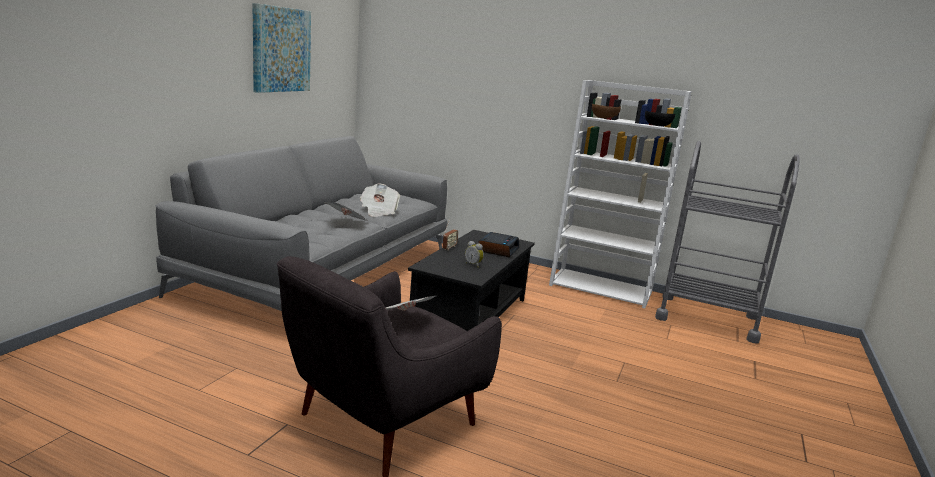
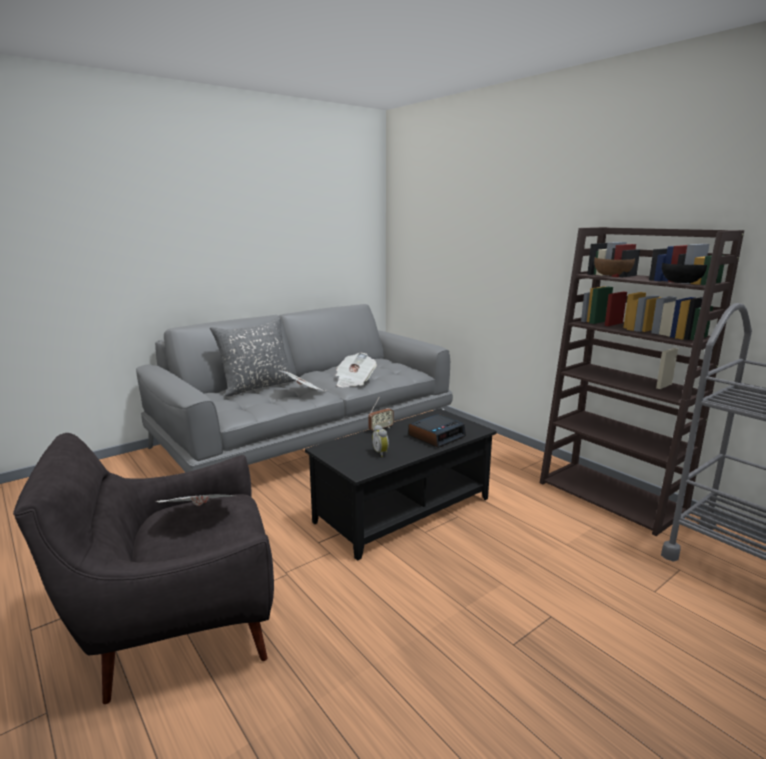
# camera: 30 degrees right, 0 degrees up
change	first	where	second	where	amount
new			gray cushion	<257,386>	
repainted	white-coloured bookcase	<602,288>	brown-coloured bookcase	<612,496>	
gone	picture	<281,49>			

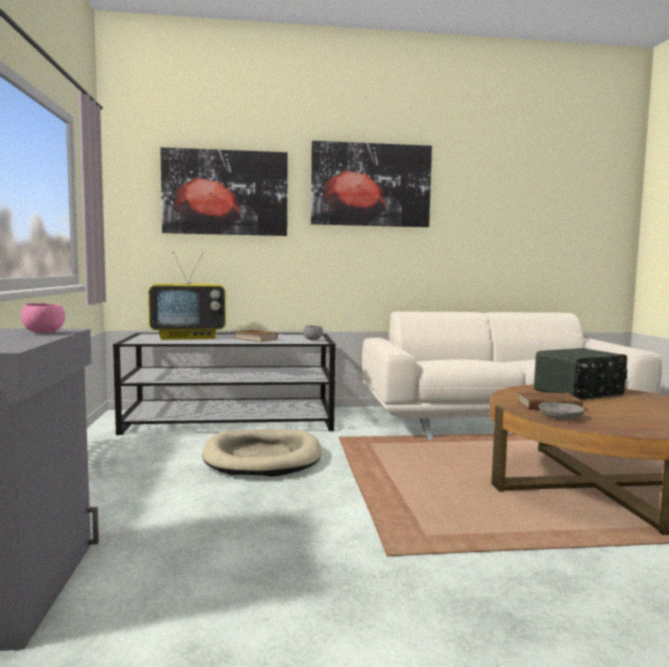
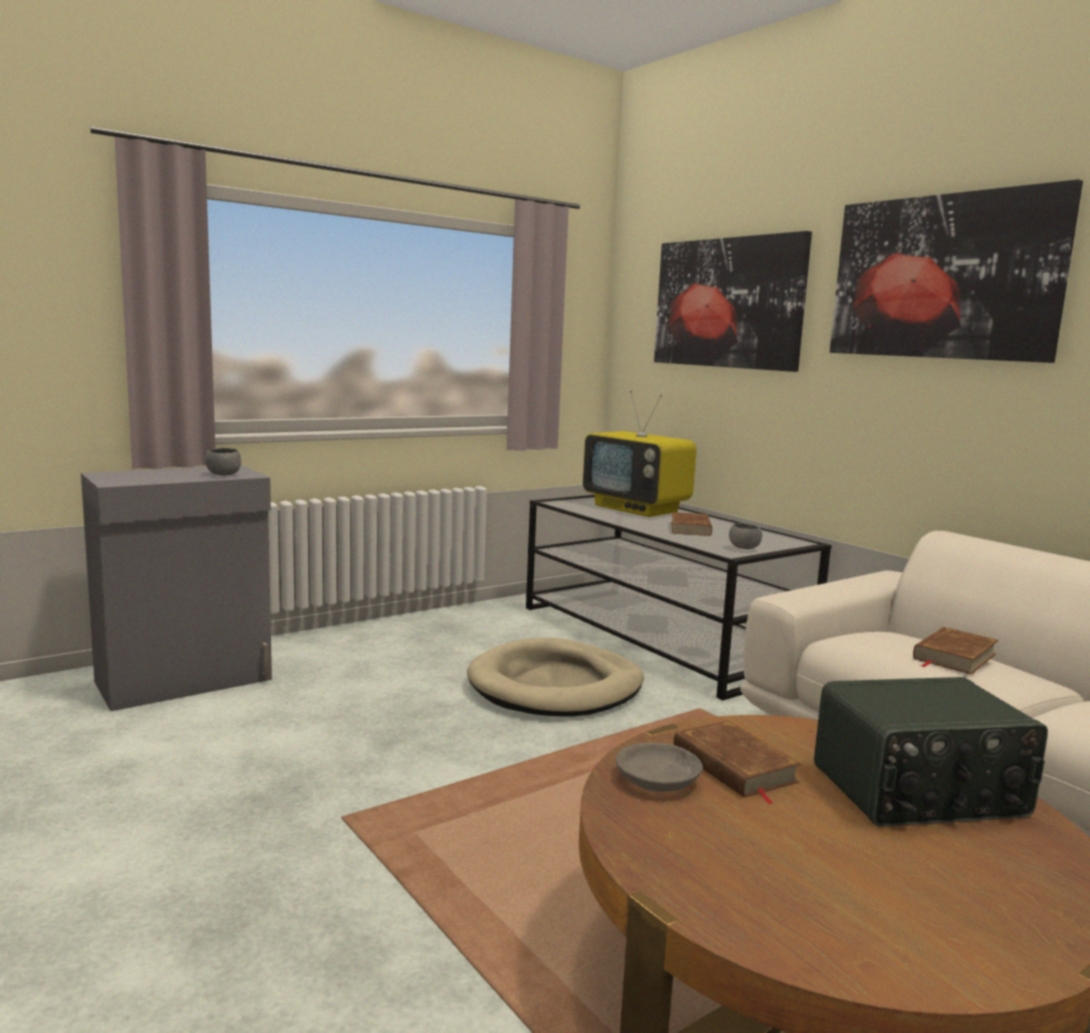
# camera: 60 degrees right, 5 degrees up
change	first	where	second	where	amount
repainted	pinkish bowl	<43,332>	gray bowl	<223,475>	
rotated	radio set	<579,393>		<920,793>	45 degrees counterclockwise
new			brown-coloured volume	<953,656>	

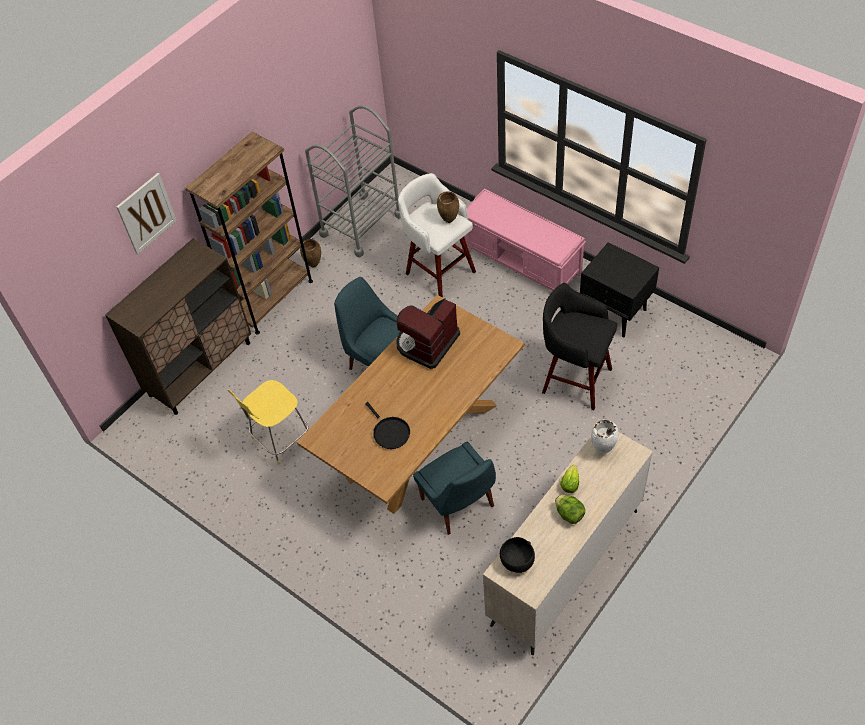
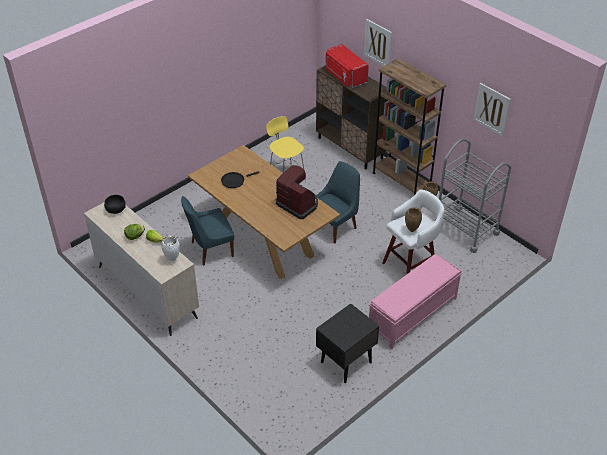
# camera: 95 degrees right, 10 degrees down
change	first	where	second	where	amount
new			red microwave	<345,76>	
new			picture	<492,109>	
gone	black stool seat	<574,380>			

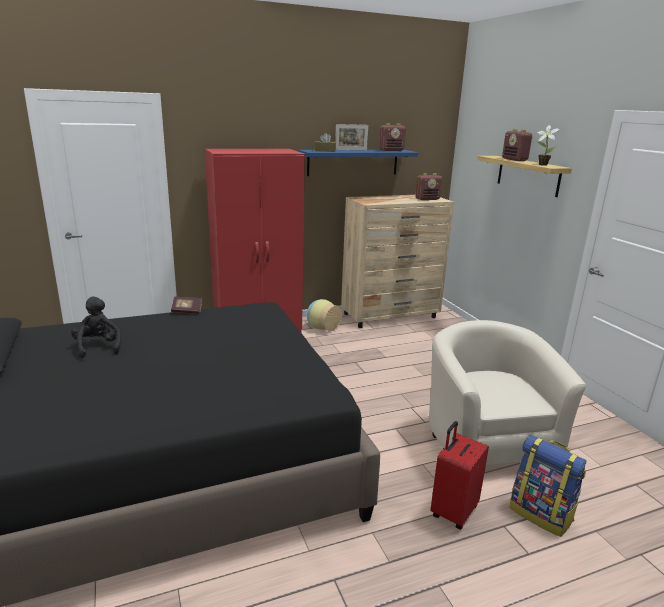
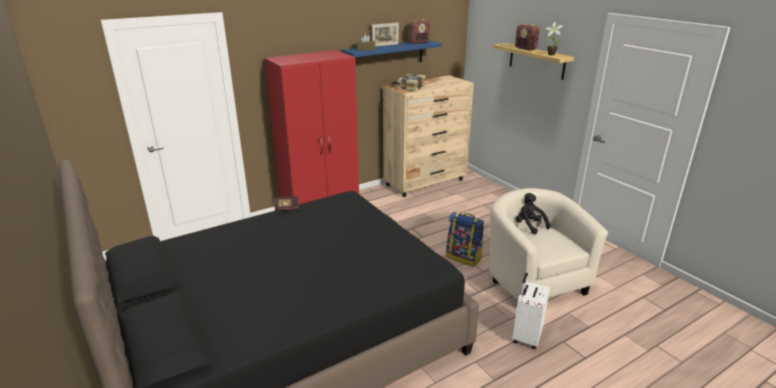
# camera: 10 degrees left, 5 degrees up
change	first	where	second	where	amount
new			volume	<410,87>	
shifted	rucksack	<541,514>		<464,257>	
repainted	red piece of luggage	<453,511>	white-coloured piece of luggage	<526,337>	
shifted	black plush toy	<98,347>		<529,226>	
gone	flower vase	<322,328>			
gone	radio set	<427,199>			

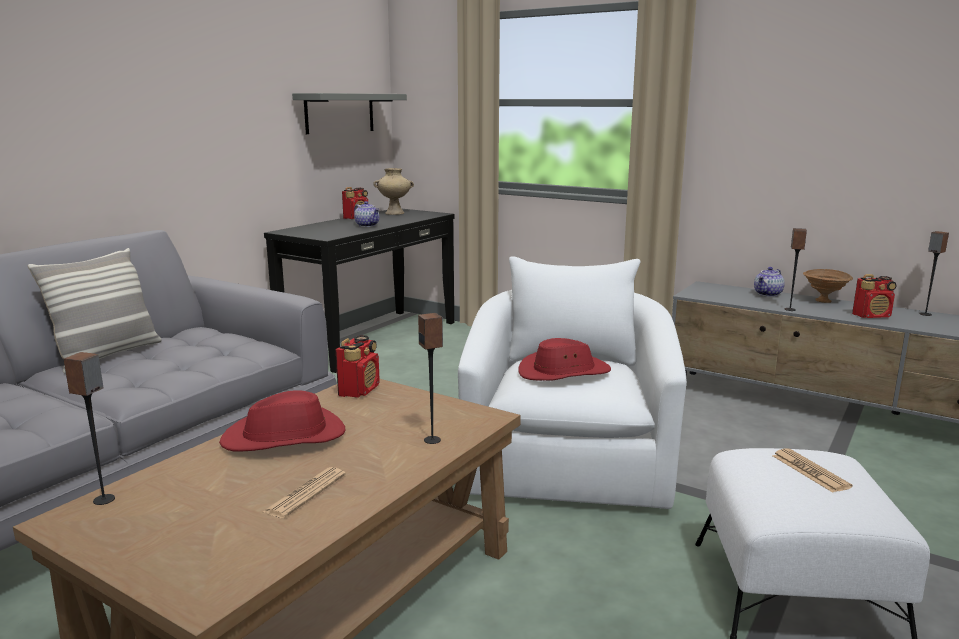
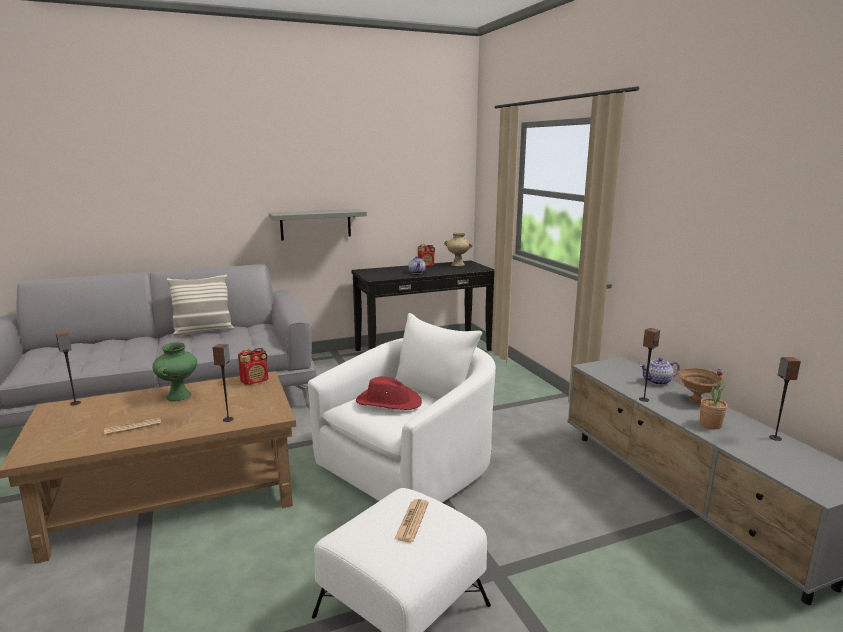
# camera: 35 degrees right, 0 degrees up
change	first	where	second	where	amount
swapped	red hat	<285,437>	green flower vase	<179,396>	
shifted	gray shelf	<339,113>		<316,224>	
swapped	radio set	<872,316>	plant in a pot	<710,425>	

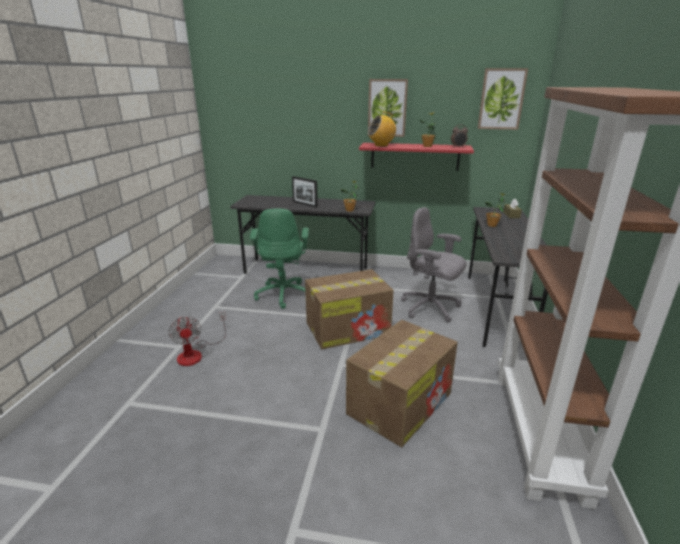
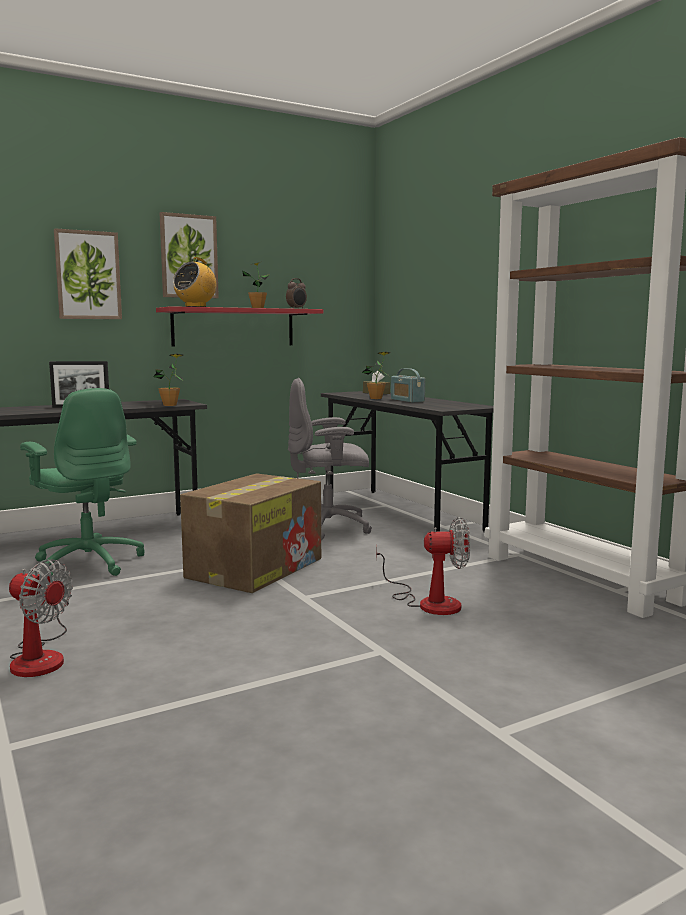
# camera: 40 degrees left, 15 degrees down
change	first	where	second	where	amount
shifted	picture	<501,99>		<88,275>	
swapped	cardboard box	<400,402>	cooling fan	<429,602>	
new			radio set	<407,400>	

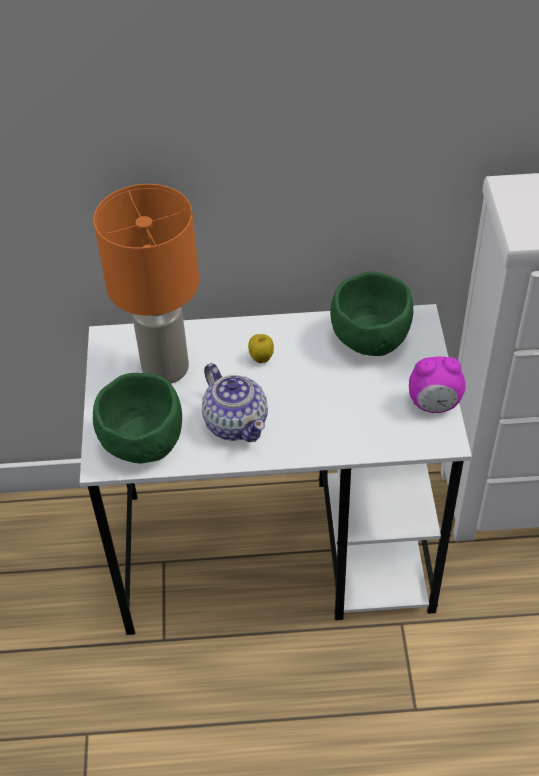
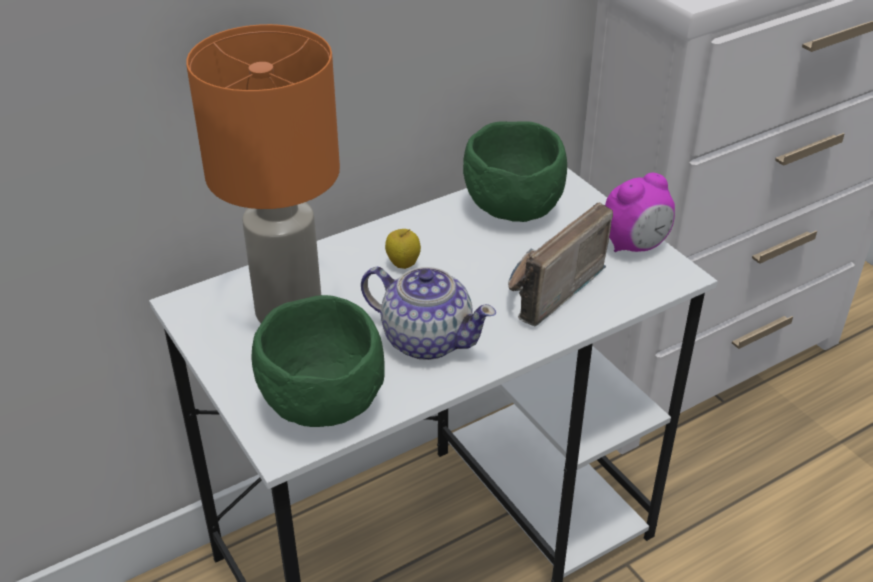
# camera: 30 degrees left, 10 degrees down
change	first	where	second	where	amount
new			radio set	<545,290>	

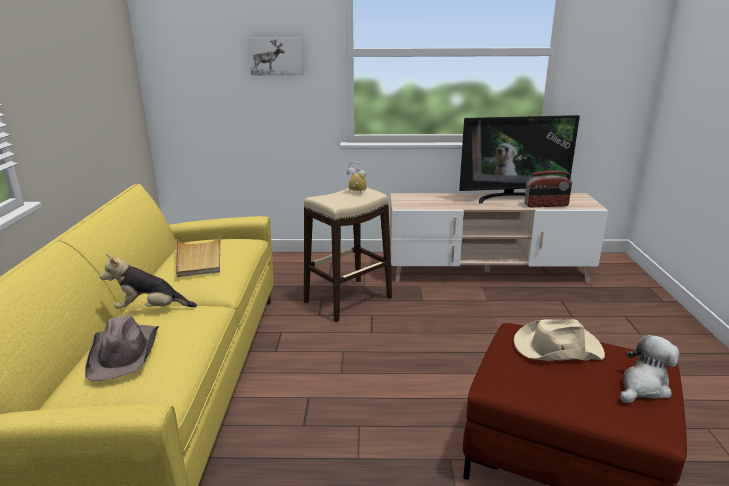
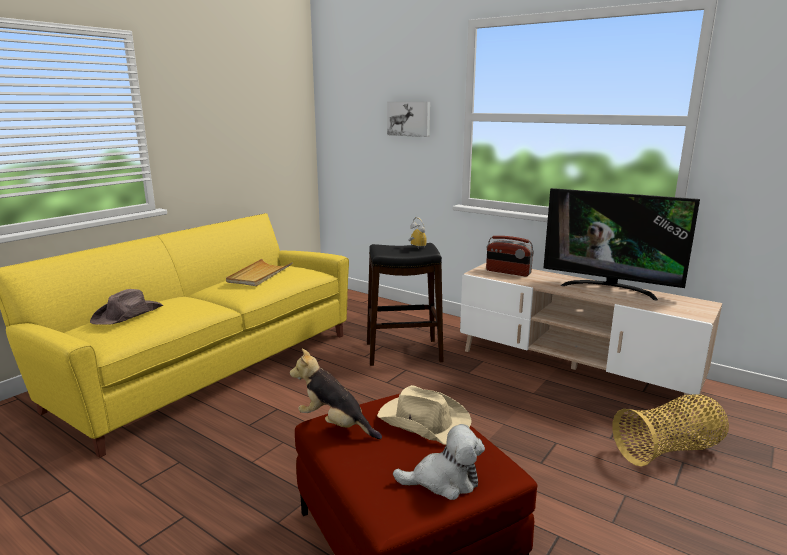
# camera: 35 degrees right, 5 degrees down
change	first	where	second	where	amount
shifted	plush toy	<151,309>		<335,425>	
repainted	beige-coloured stool seat	<348,299>	black stool seat	<404,352>	
shifted	radio set	<546,205>		<508,272>	
new			storage basket	<668,450>	

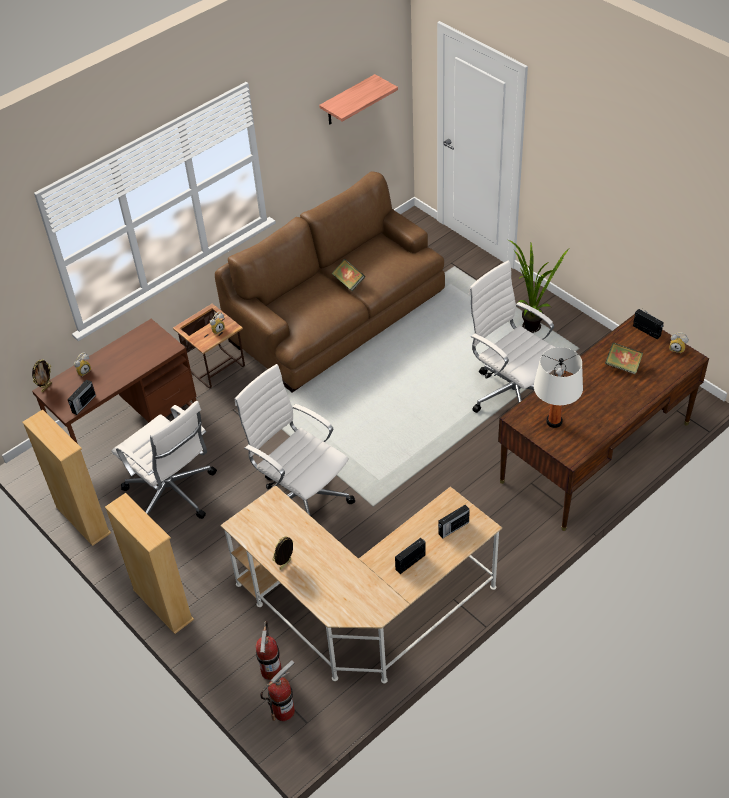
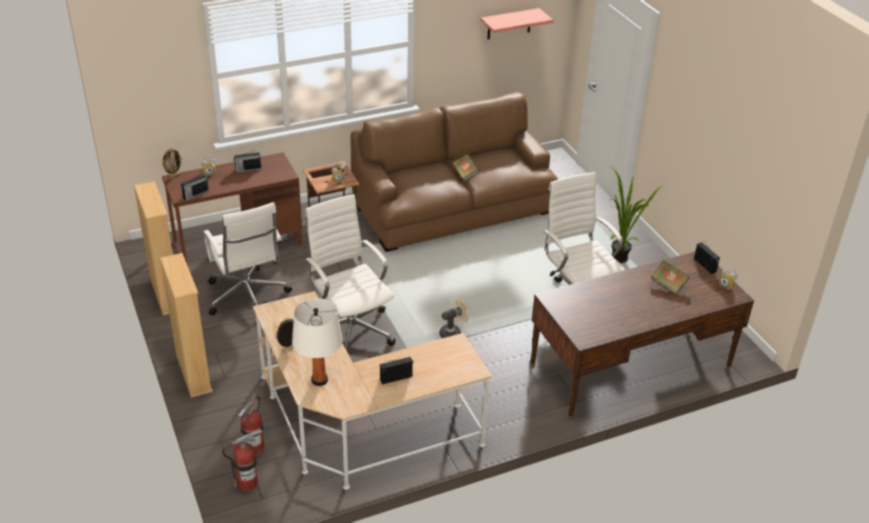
# camera: 15 degrees right, 10 degrees down
change	first	where	second	where	amount
shifted	radio set	<453,528>		<248,169>	
shifted	white-coloured lamp for a table	<554,421>		<319,380>	
new			beige-coloured cooling fan	<453,333>	

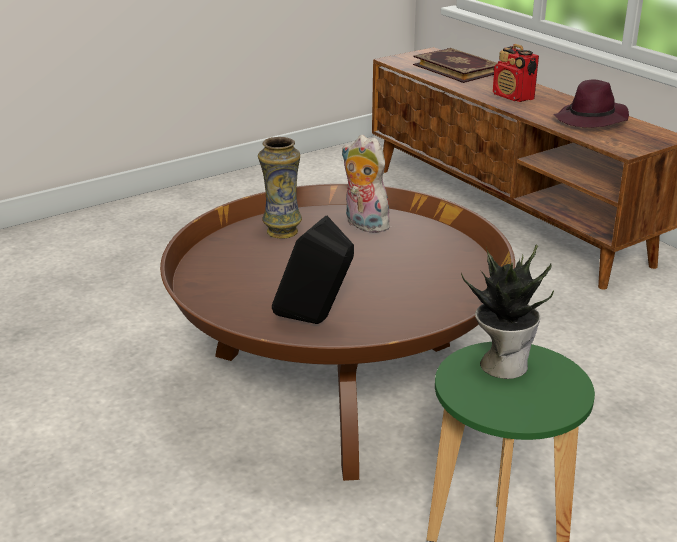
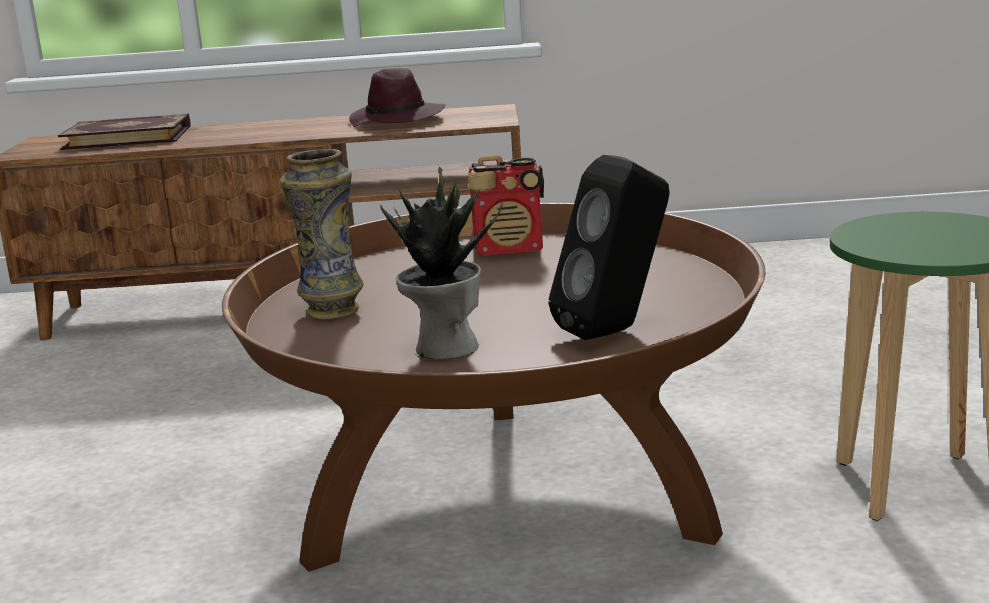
# camera: 55 degrees left, 10 degrees down
change	first	where	second	where	amount
shifted	plant in a pot	<502,364>		<444,347>	
shifted	radio set	<513,97>		<510,249>	
gone	plush toy	<363,225>			

